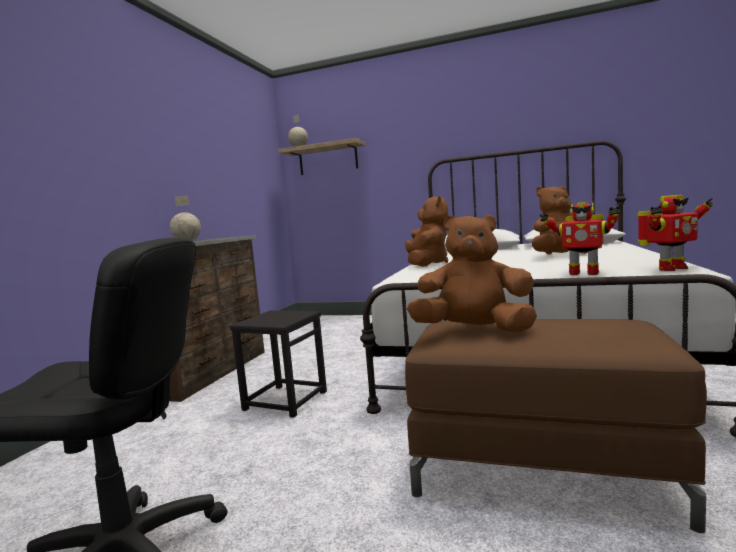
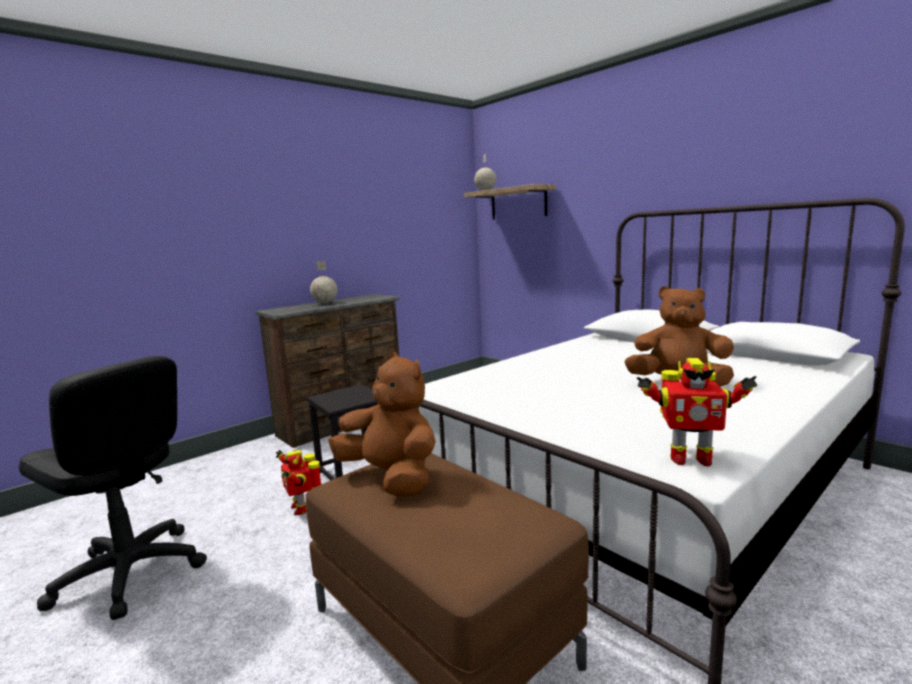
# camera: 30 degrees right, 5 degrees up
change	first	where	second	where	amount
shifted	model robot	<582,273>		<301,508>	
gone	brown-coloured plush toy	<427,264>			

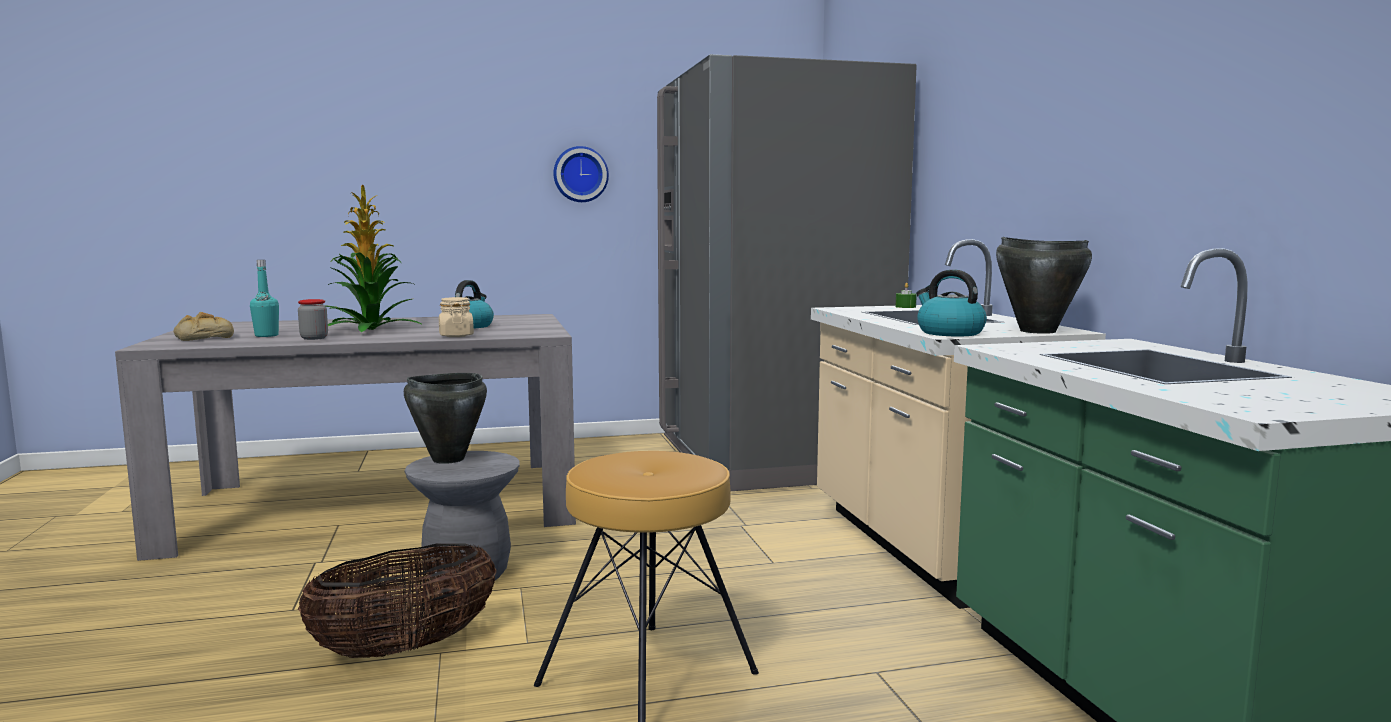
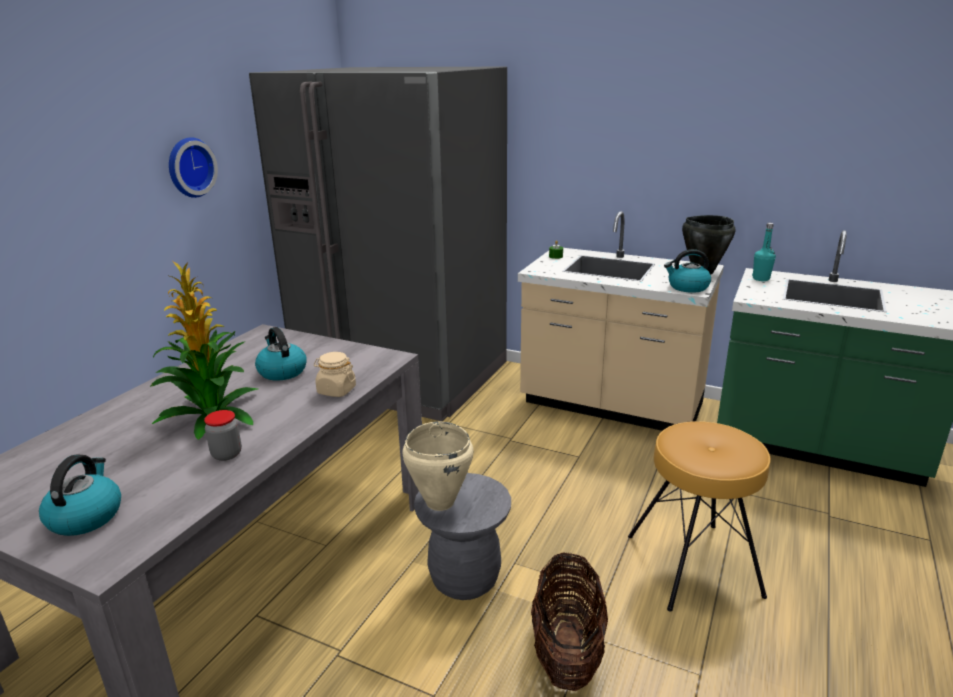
# camera: 50 degrees left, 15 degrees up
change	first	where	second	where	amount
swapped	bread	<204,337>	kettle	<86,516>	
repainted	black cooking pot	<447,459>	beige-coloured cooking pot	<439,502>	
shifted	blue-green beverage bottle	<266,335>		<761,279>	

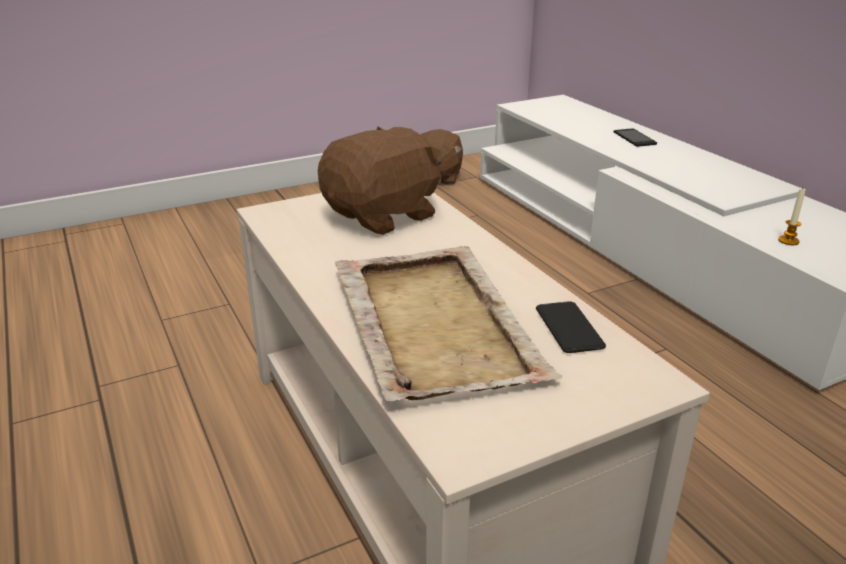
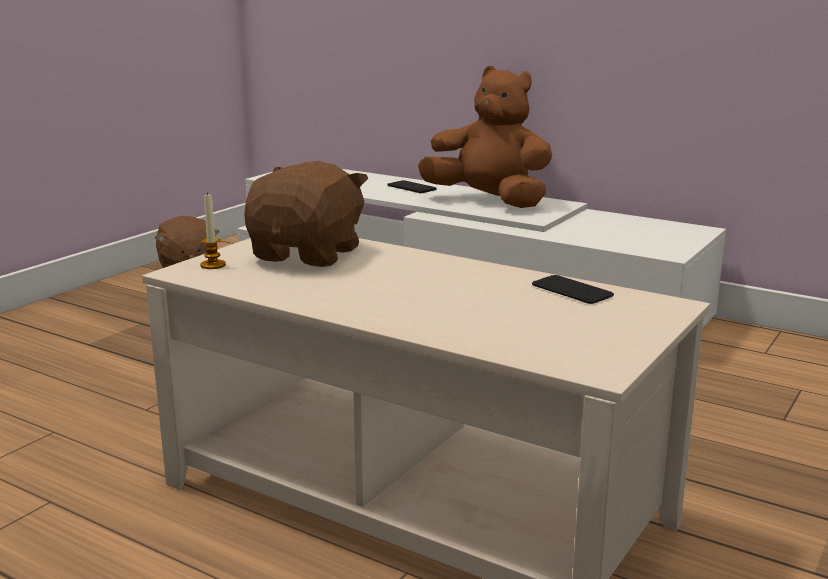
# camera: 30 degrees left, 10 degrees down
change	first	where	second	where	amount
shifted	candle	<788,241>		<213,265>	
new			brown-coloured plush toy	<489,201>	
gone	beige-coloured serving tray	<434,322>			

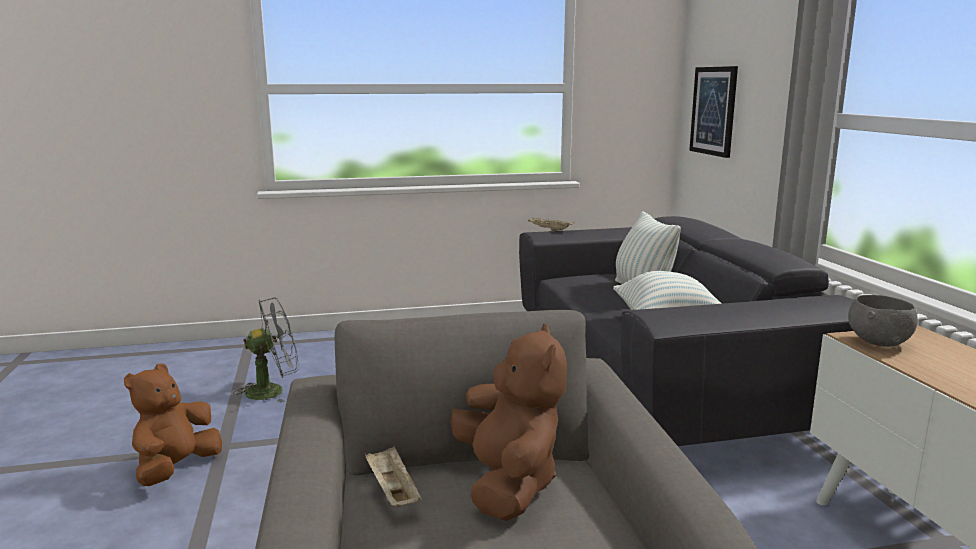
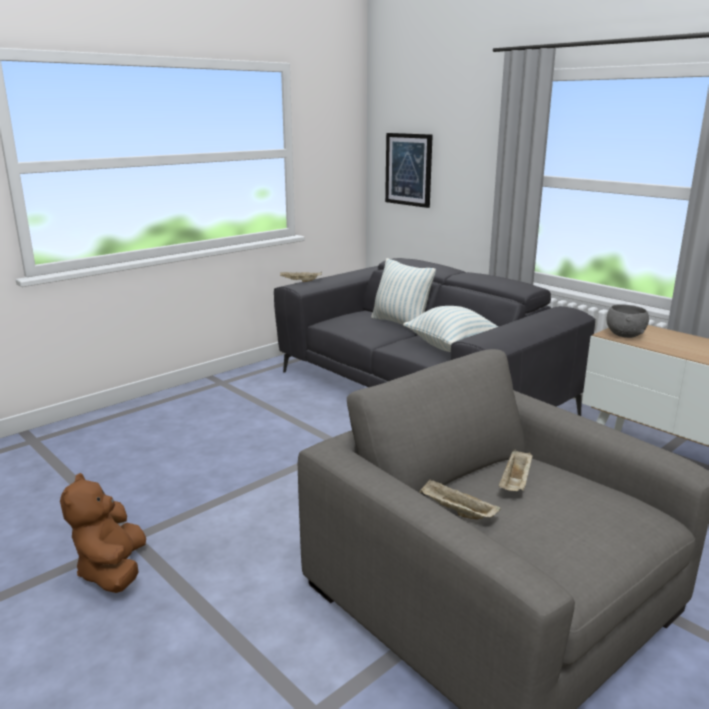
# camera: 30 degrees left, 5 degrees up
change	first	where	second	where	amount
swapped	brown-coloured plush toy	<507,484>	beige-coloured serving tray	<515,483>	
gone	gray cooling fan	<273,390>			

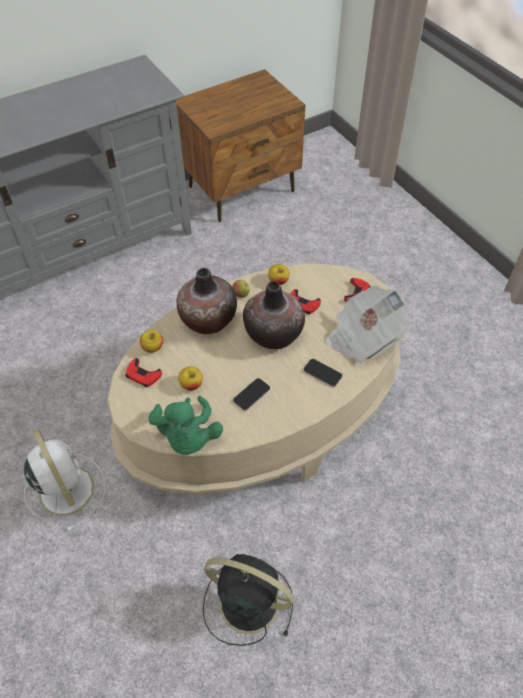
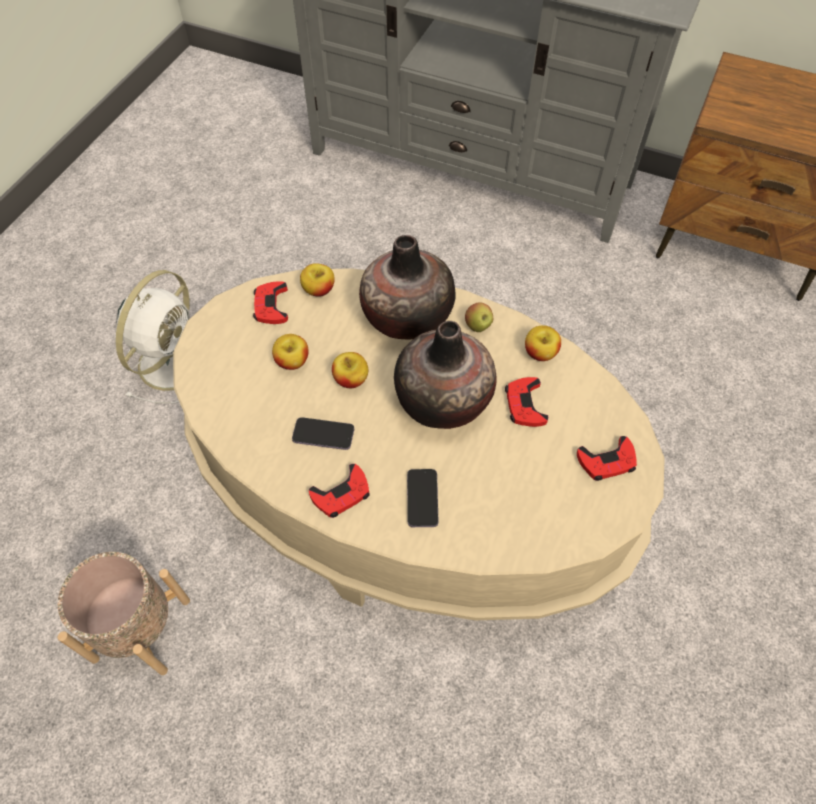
# camera: 55 degrees right, 5 degrees up
change	first	where	second	where	amount
swapped	black cooling fan	<246,601>	beige-coloured planter	<141,630>	
new			red joypad	<341,494>	
new			apple	<351,379>	
gone	green plush toy	<187,437>			
gone	daily paper	<363,337>			

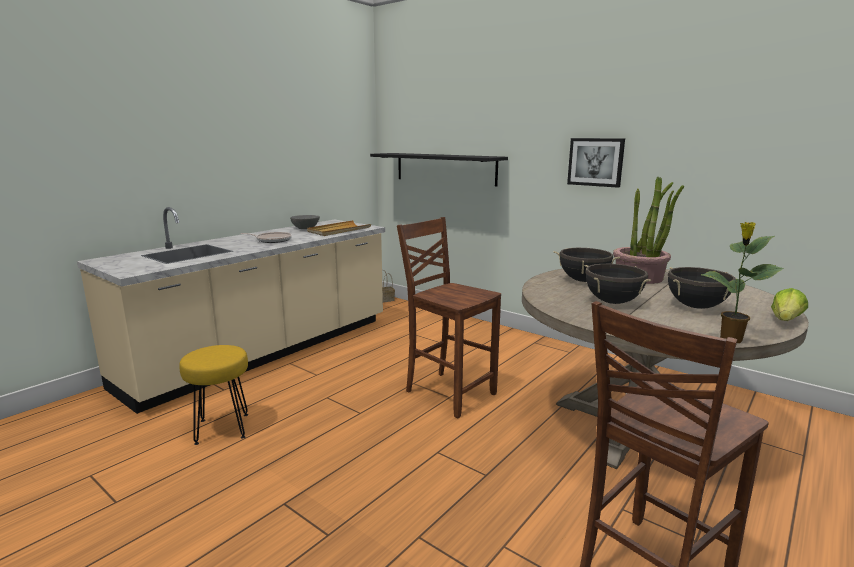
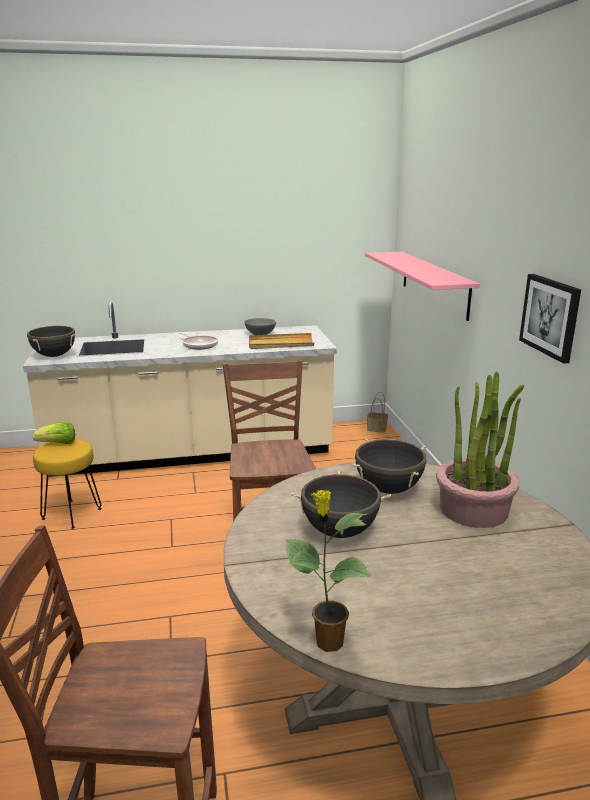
# camera: 40 degrees right, 5 degrees up
change	first	where	second	where	amount
shifted	black cooking pot	<696,307>		<54,355>	
shifted	head of lettuce	<785,321>		<58,444>	
repainted	black shelf	<445,168>	pinkish shelf	<434,283>	

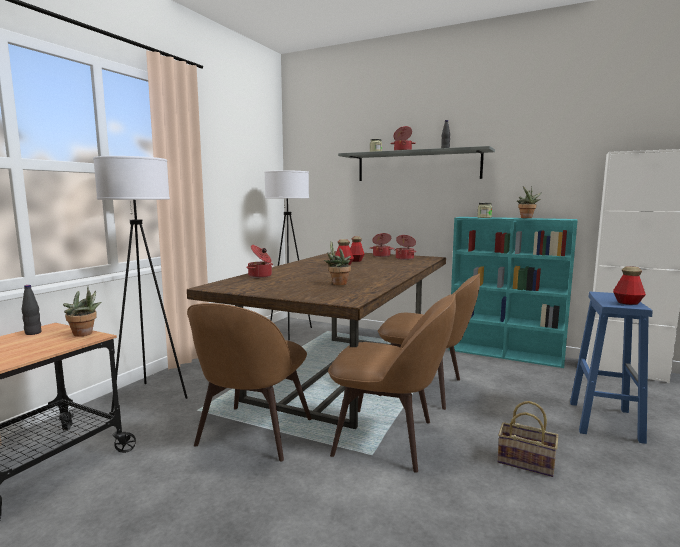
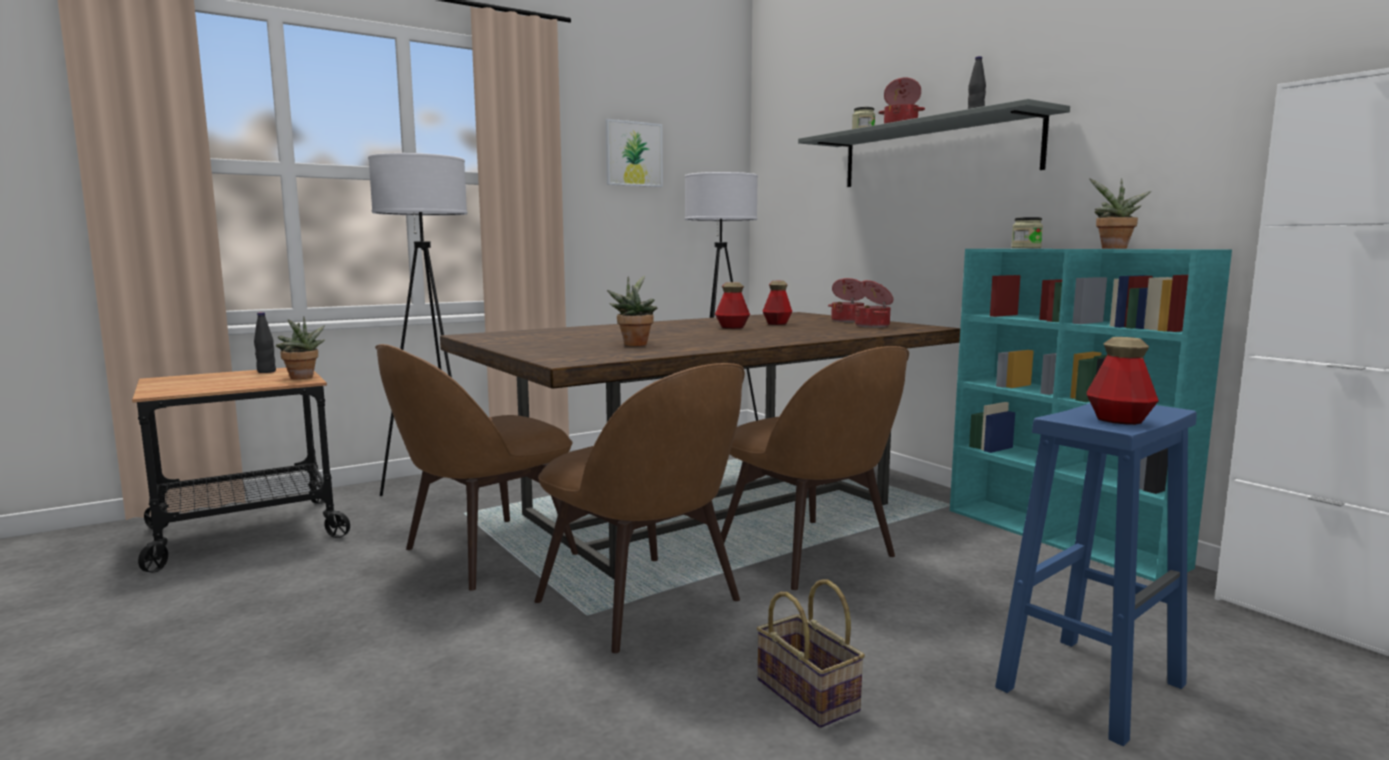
# camera: 30 degrees right, 0 degrees up
change	first	where	second	where	amount
new			picture	<633,154>	
gone	cooking pot	<260,276>			

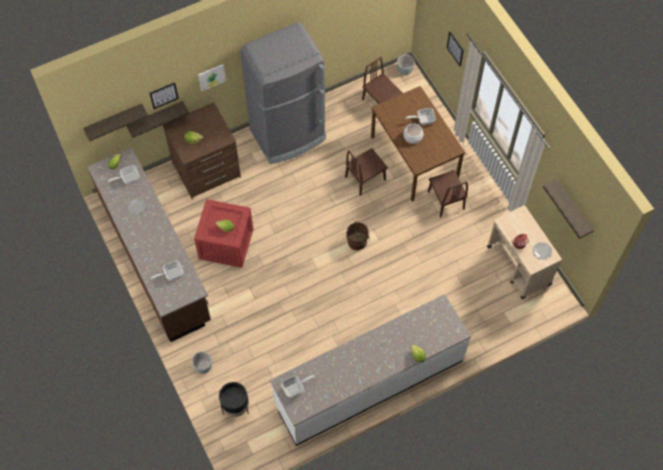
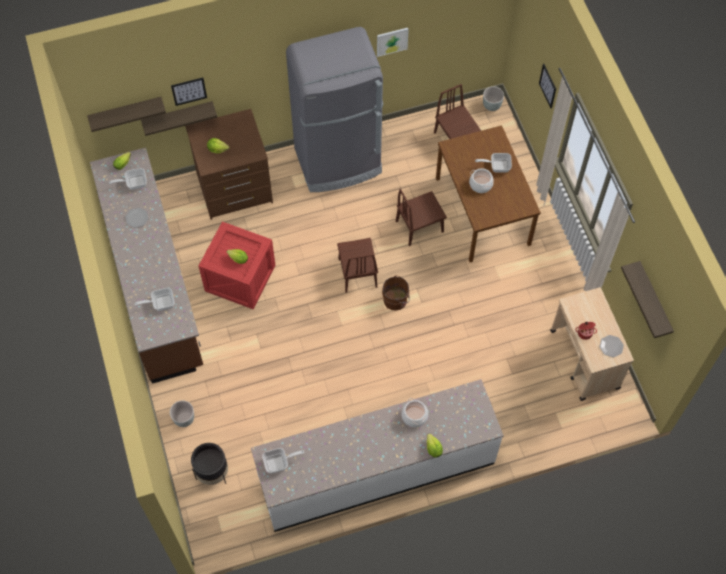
# camera: 10 degrees right, 0 degrees up
change	first	where	second	where	amount
shifted	brown-coloured plain chair	<445,200>		<357,272>	
shifted	picture	<211,77>		<392,41>	
new			cooking pot	<414,416>	

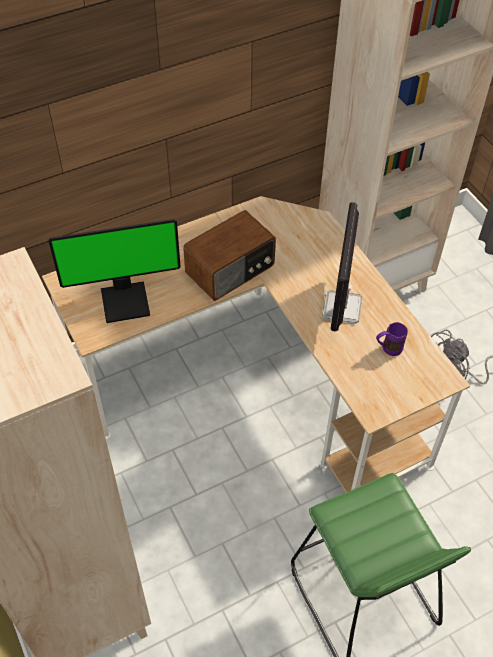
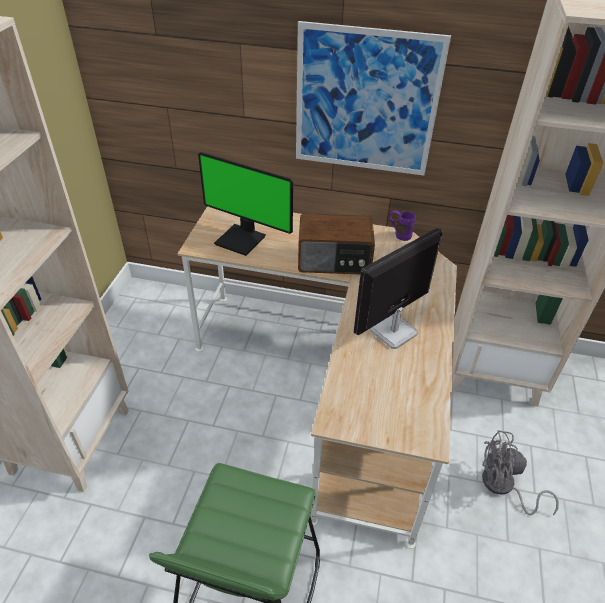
# camera: 40 degrees right, 10 degrees down
change	first	where	second	where	amount
new			picture	<365,102>	
shifted	purple-coloured mug	<387,349>		<399,235>	

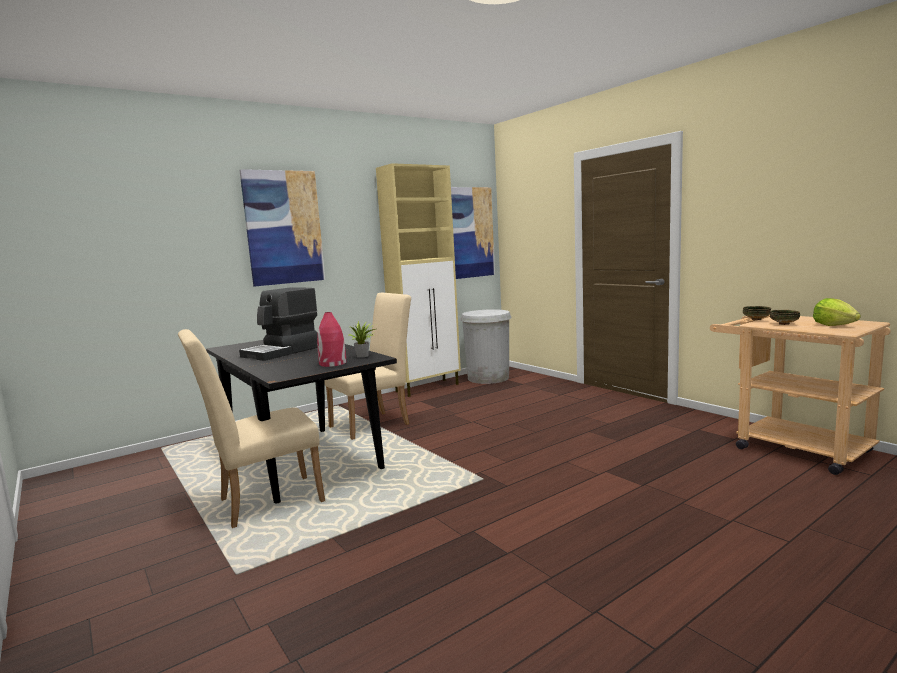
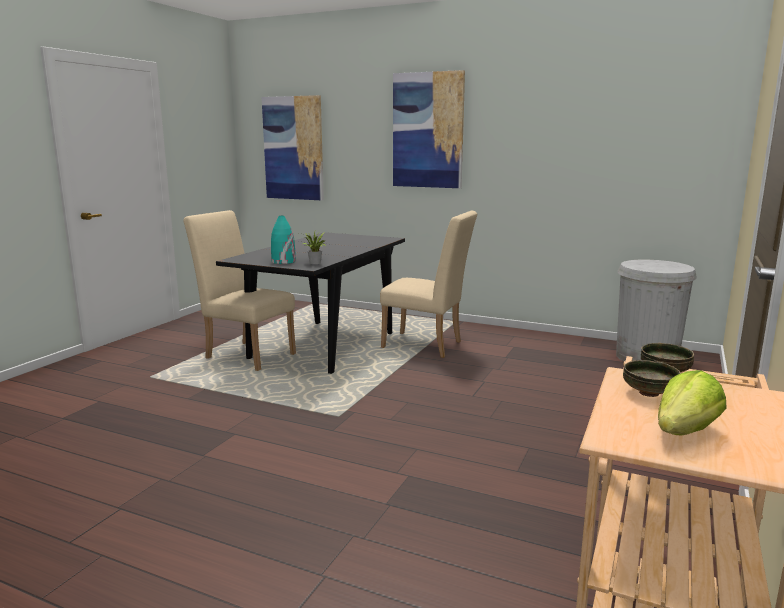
# camera: 60 degrees right, 5 degrees up
change	first	where	second	where	amount
shifted	picture	<468,233>		<293,148>	
repainted	red flower vase	<332,363>	blue-green flower vase	<283,261>	
gone	coffee maker	<283,352>			
gone	beige-coloured storage cabinet	<428,388>			

